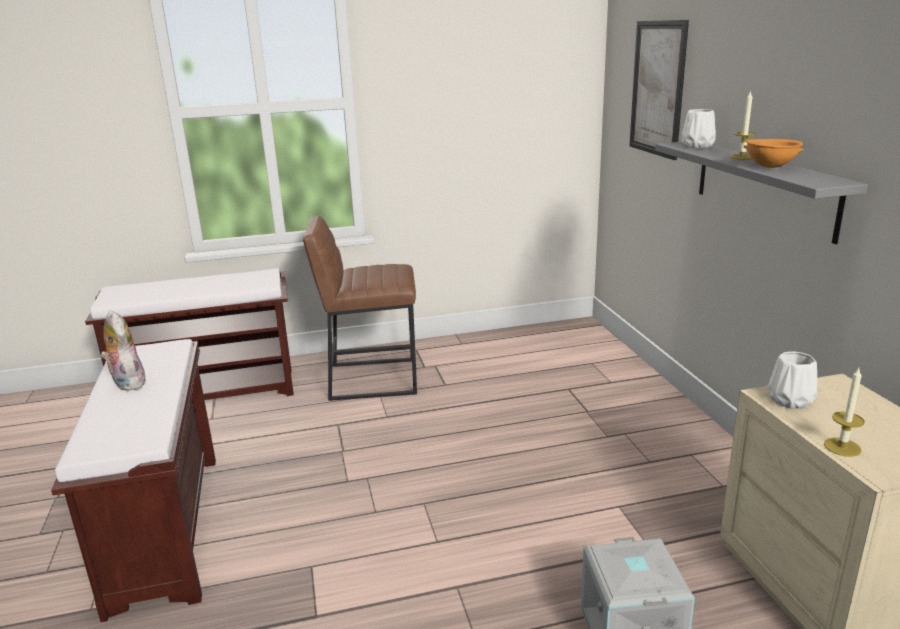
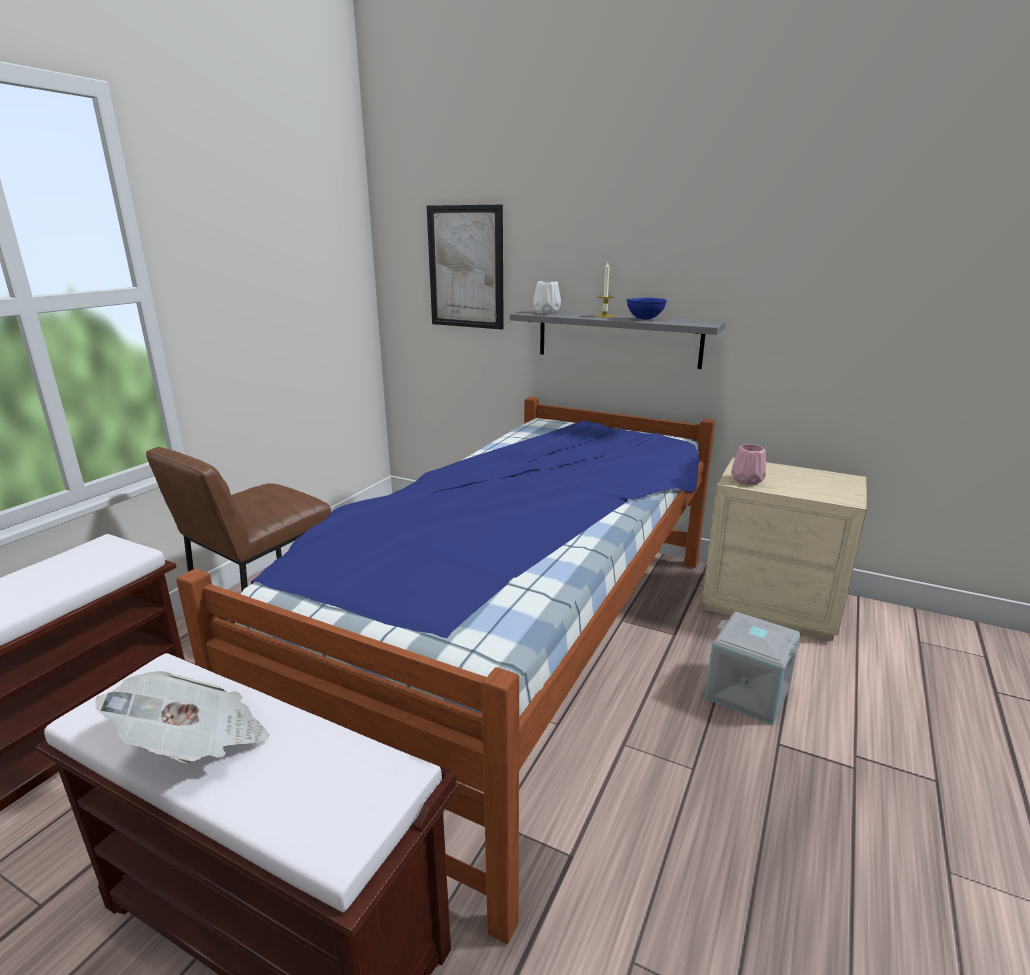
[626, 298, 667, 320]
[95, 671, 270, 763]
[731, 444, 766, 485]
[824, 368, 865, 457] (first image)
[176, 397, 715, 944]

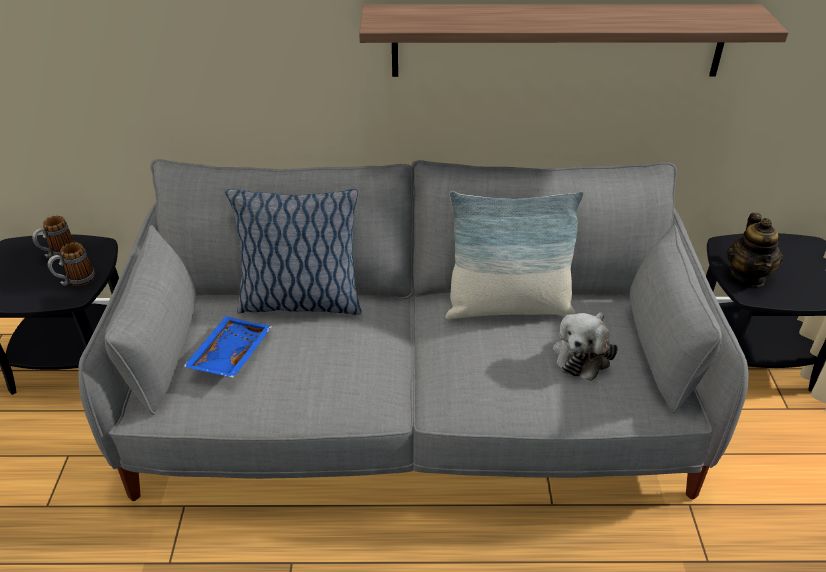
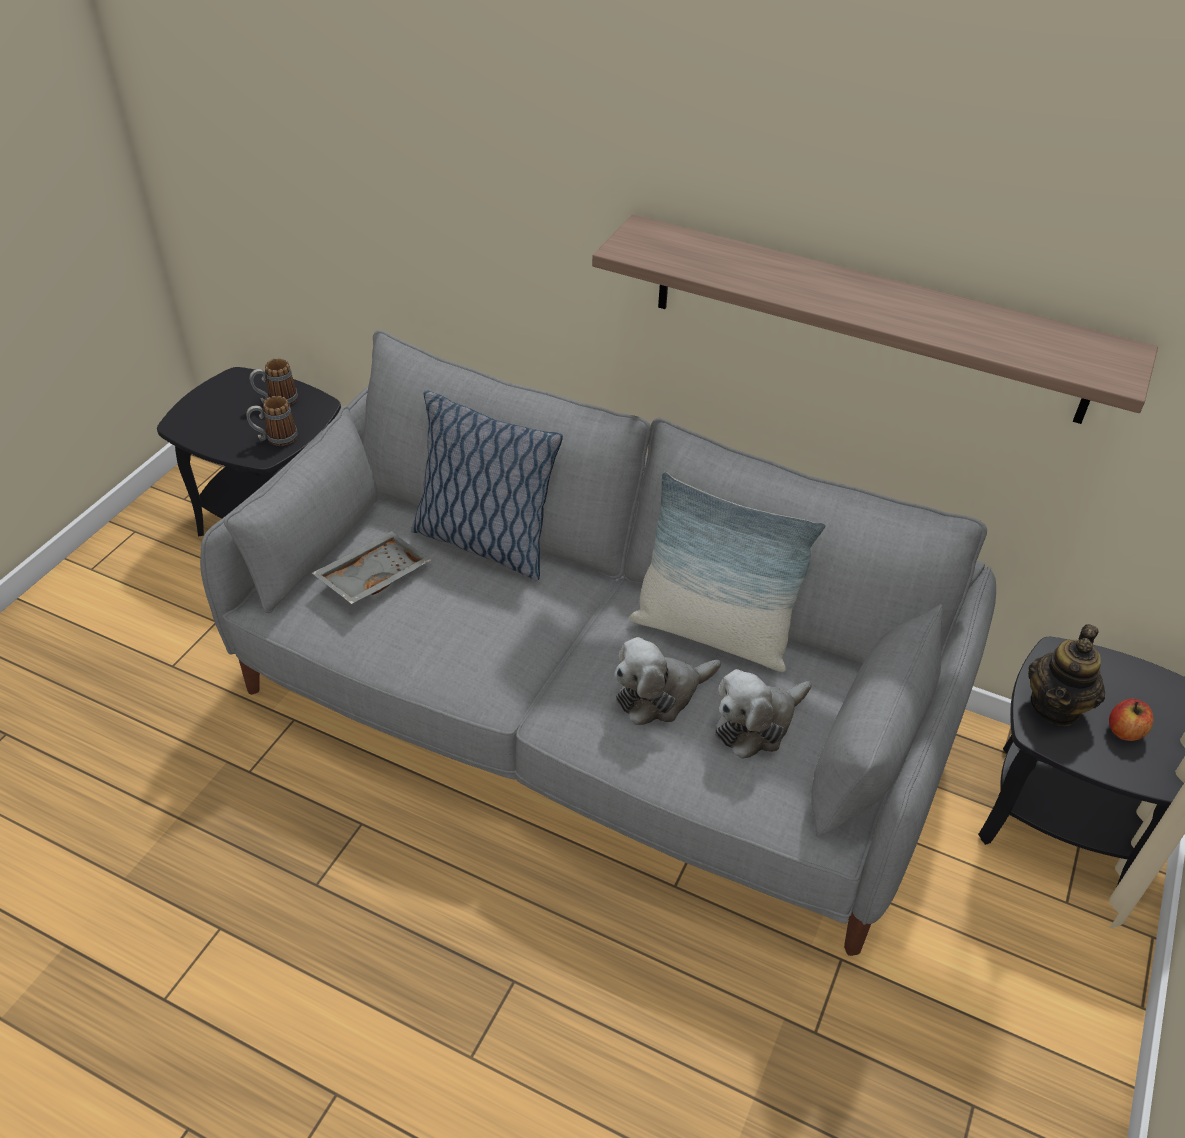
[312, 531, 431, 604]
[614, 637, 721, 725]
[1109, 699, 1153, 741]

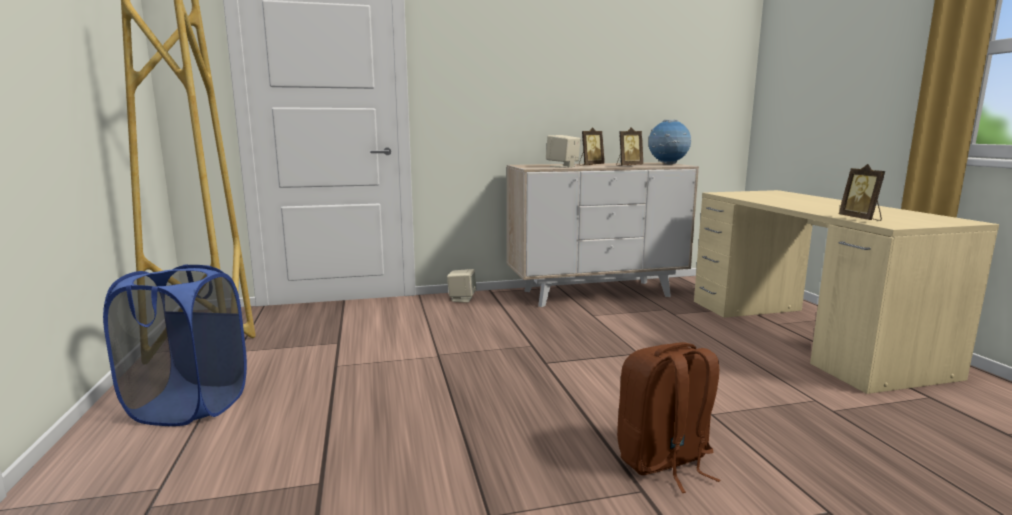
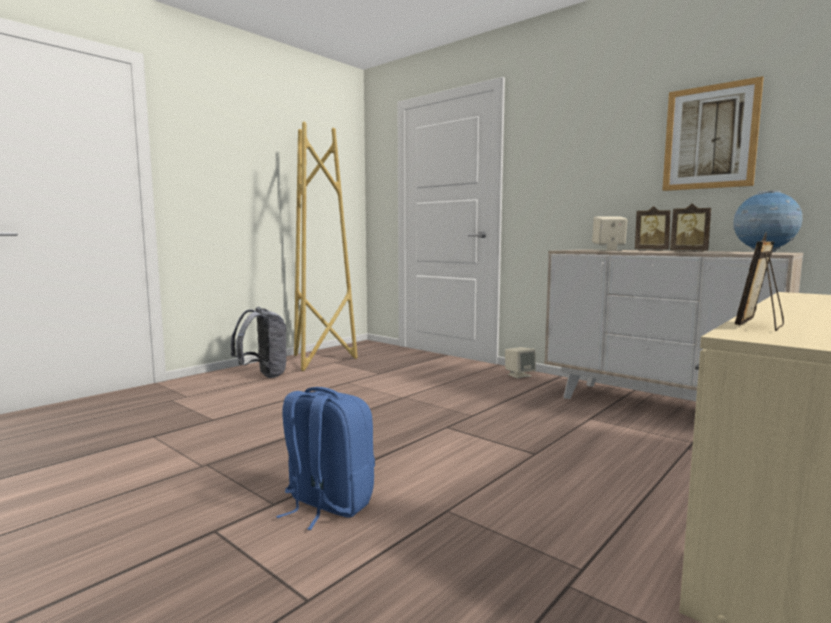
[231, 306, 287, 378]
[276, 387, 375, 530]
[662, 76, 764, 191]

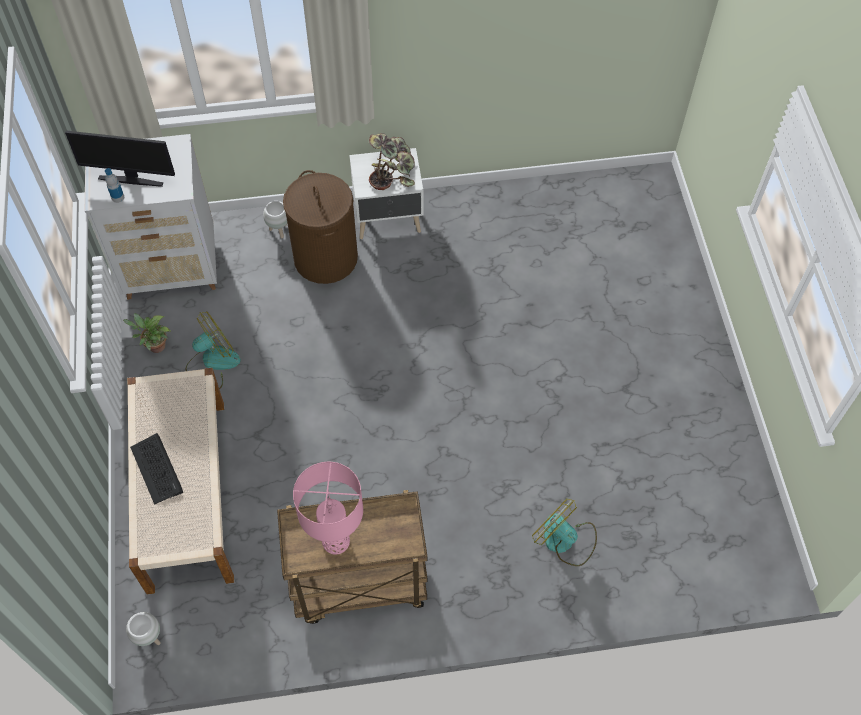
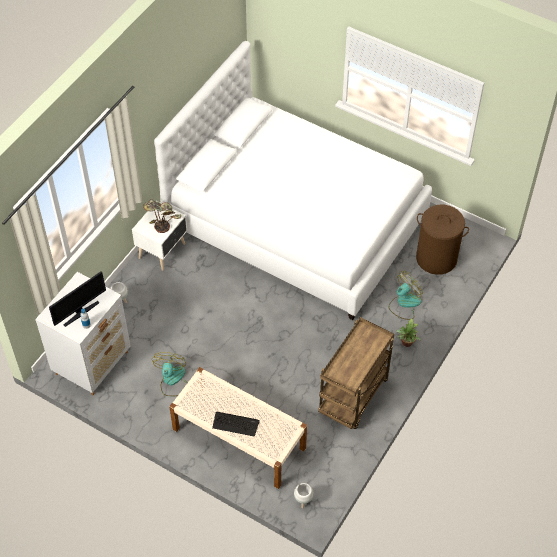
[416, 205, 469, 275]
[396, 319, 421, 347]
[293, 462, 363, 555] (first image)
[388, 271, 423, 320]
[154, 41, 432, 320]

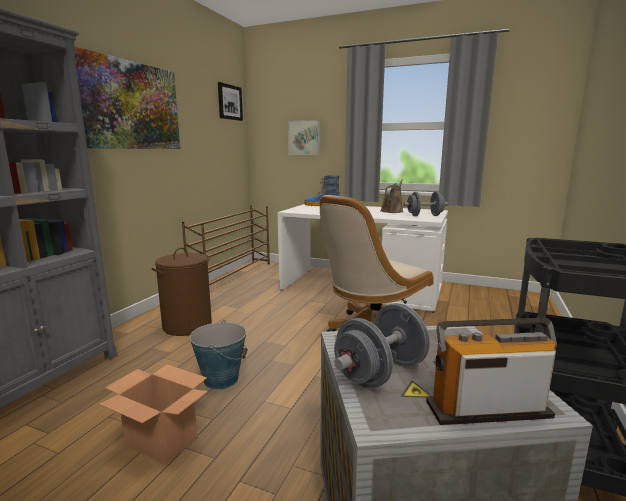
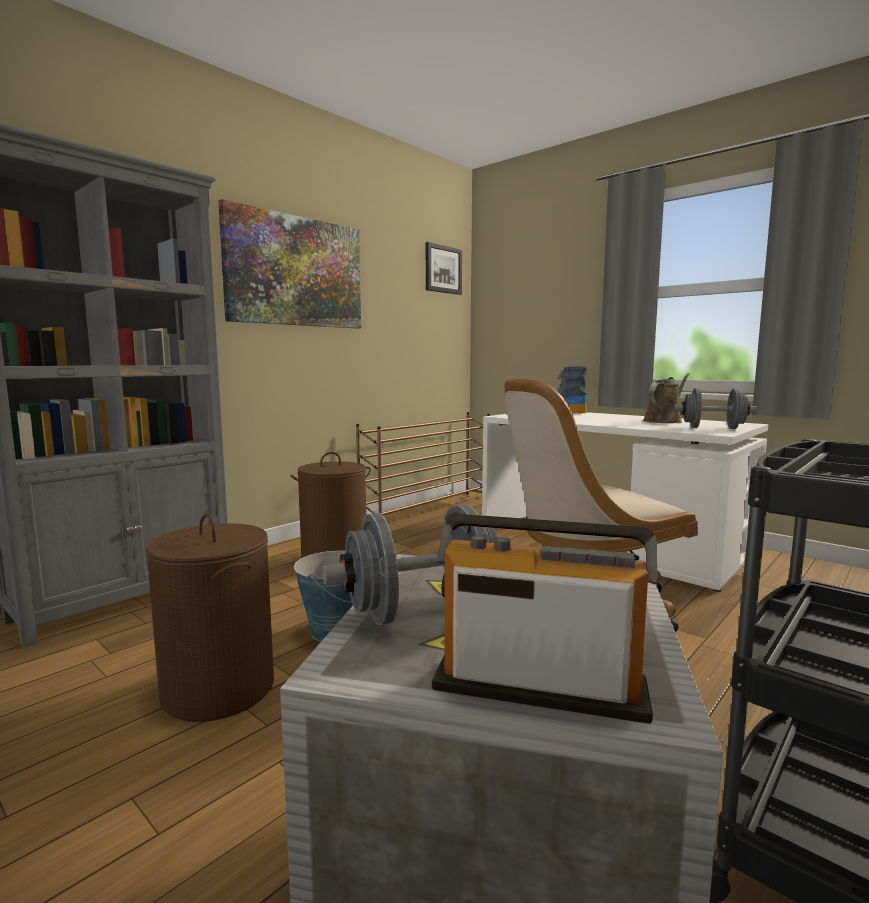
[288, 120, 320, 155] (first image)
[146, 513, 274, 722]

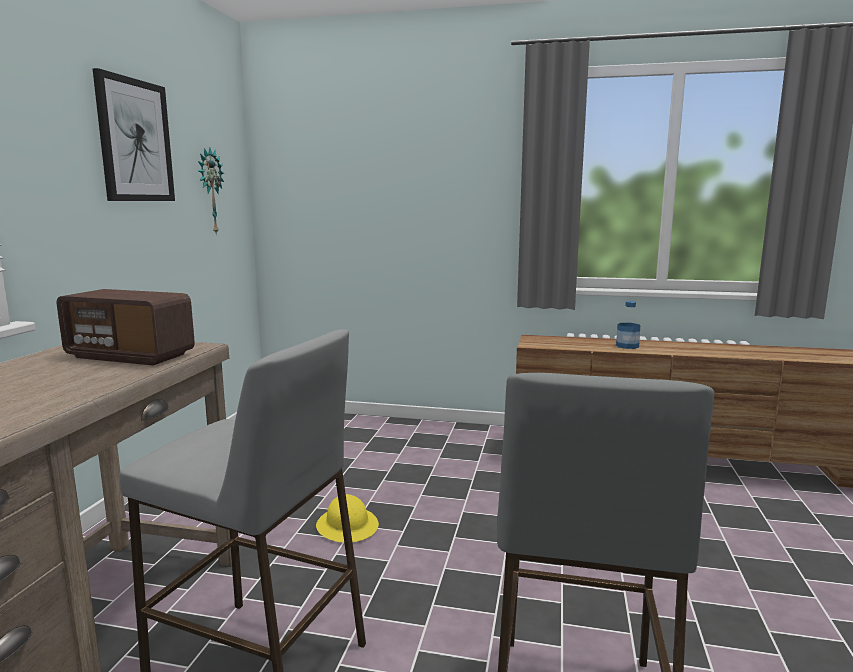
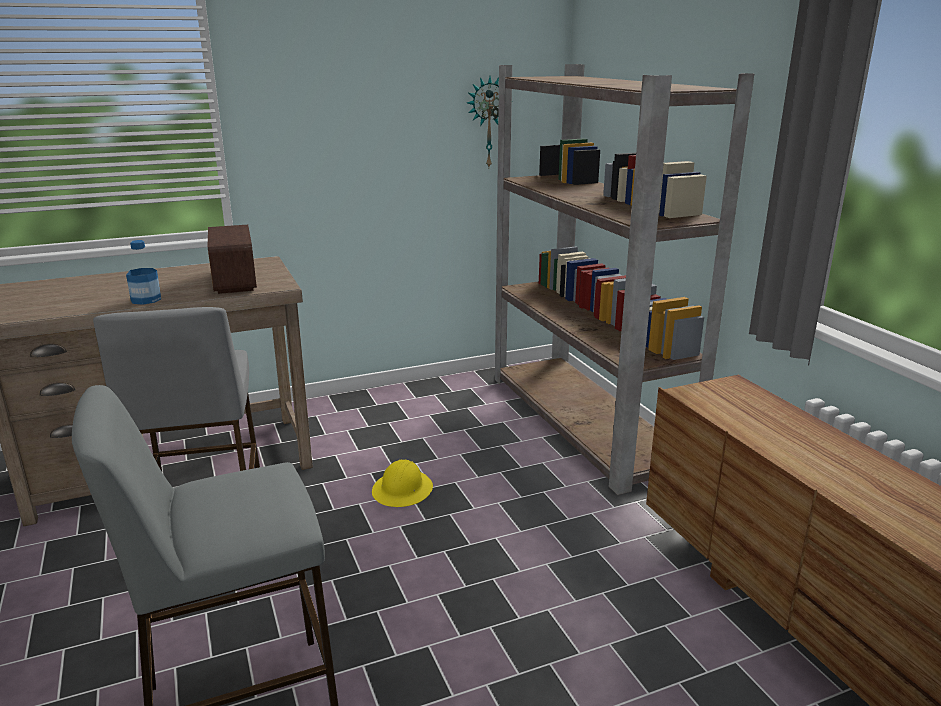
[93, 68, 175, 201] (first image)
[126, 240, 161, 305]
[495, 64, 754, 495]

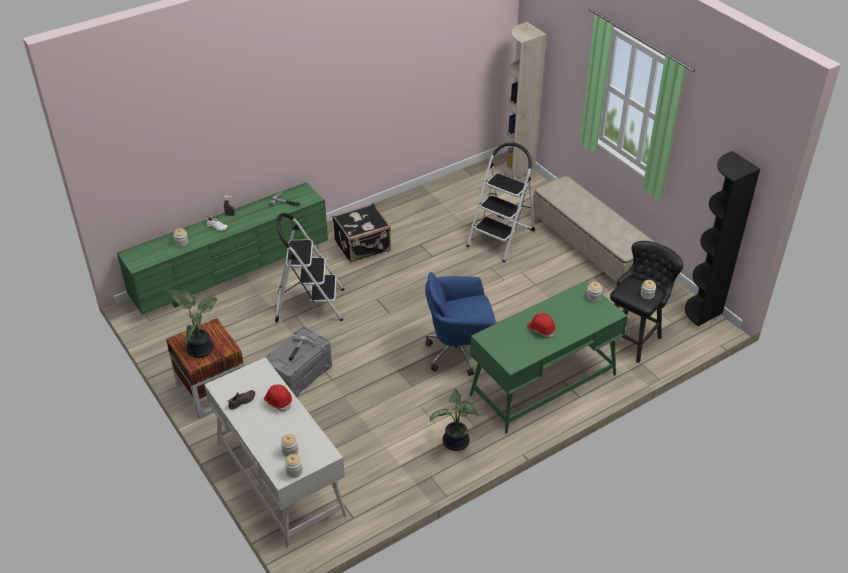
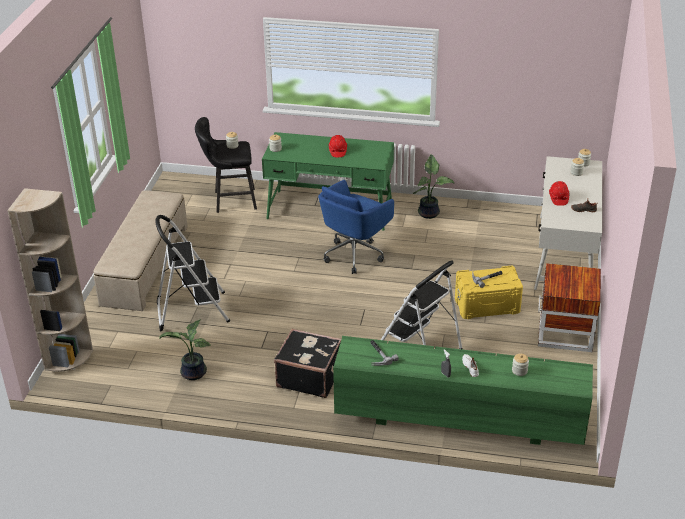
[685, 151, 760, 326] (first image)
[318, 180, 394, 274]
[159, 319, 211, 380]
[455, 266, 523, 319]

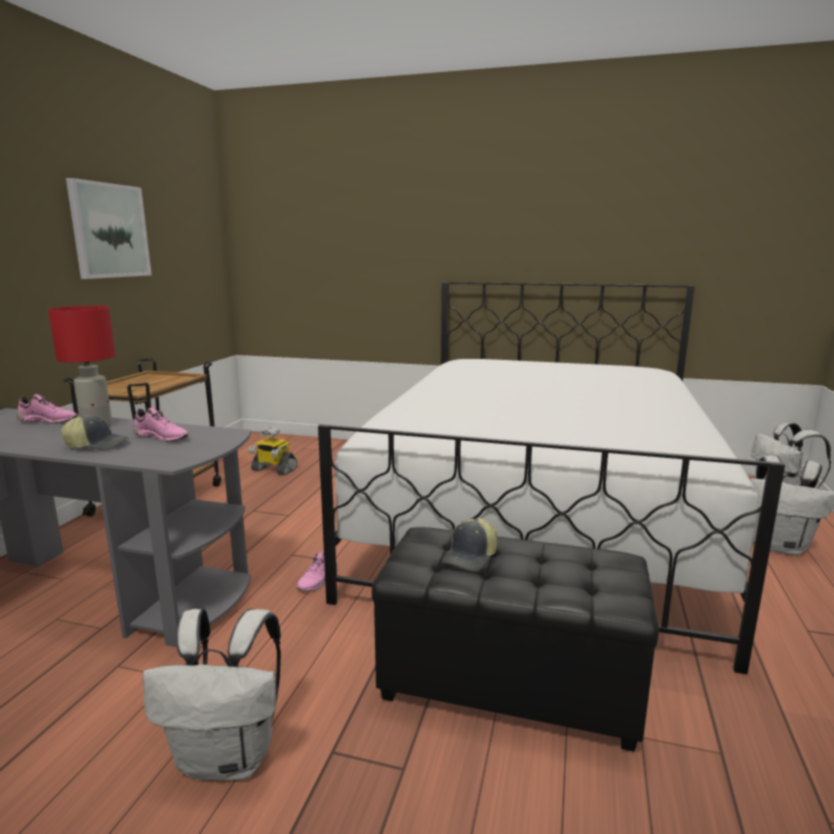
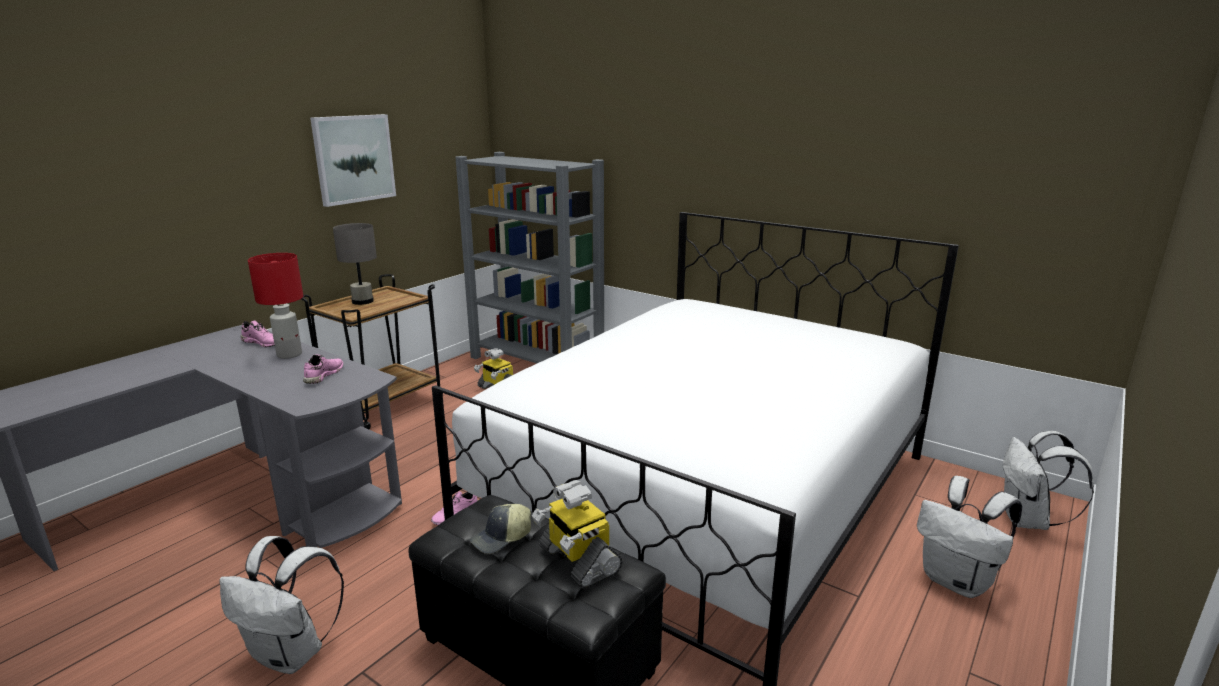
[303, 354, 343, 384]
[61, 415, 129, 450] (first image)
[455, 152, 604, 363]
[333, 223, 377, 305]
[532, 480, 622, 589]

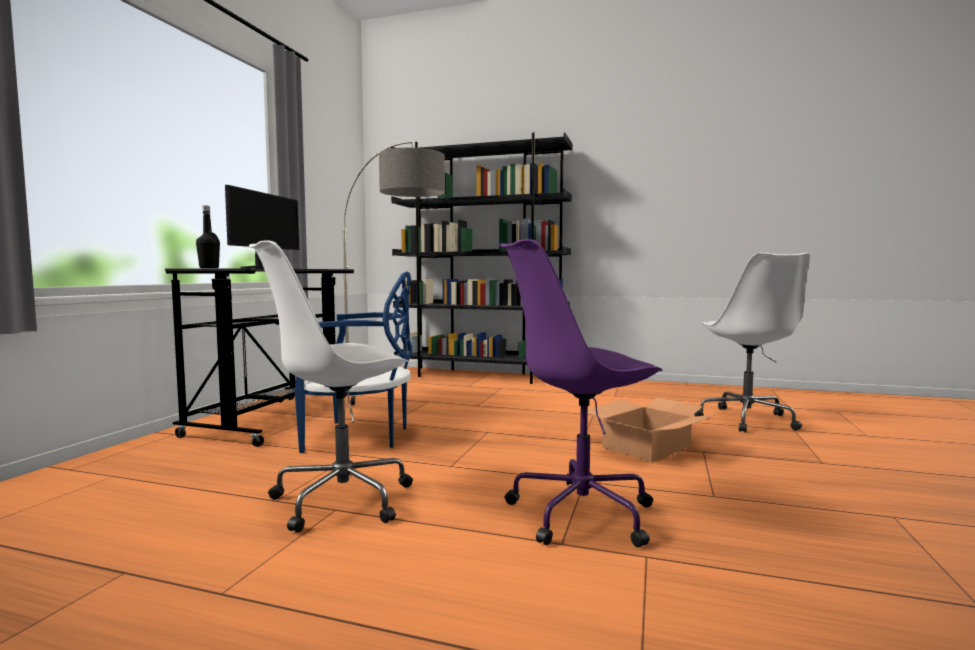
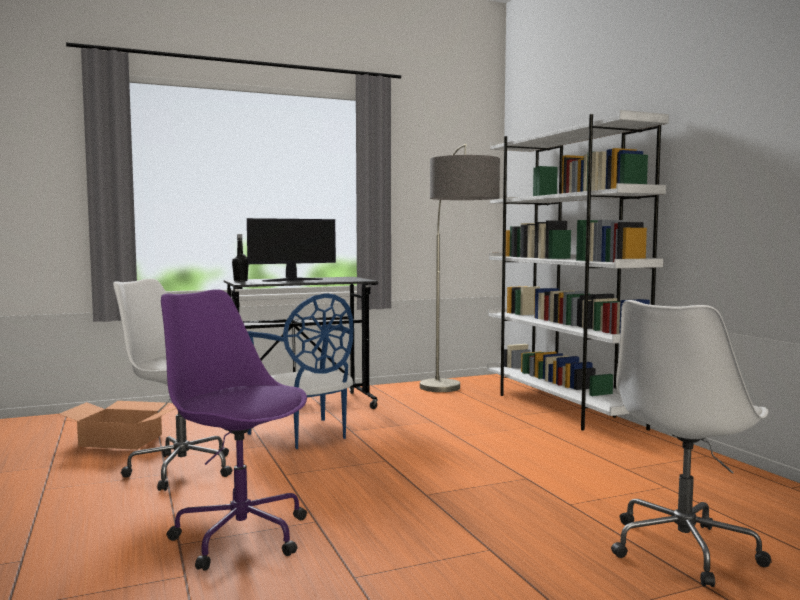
[488, 110, 669, 430]
[59, 401, 176, 450]

